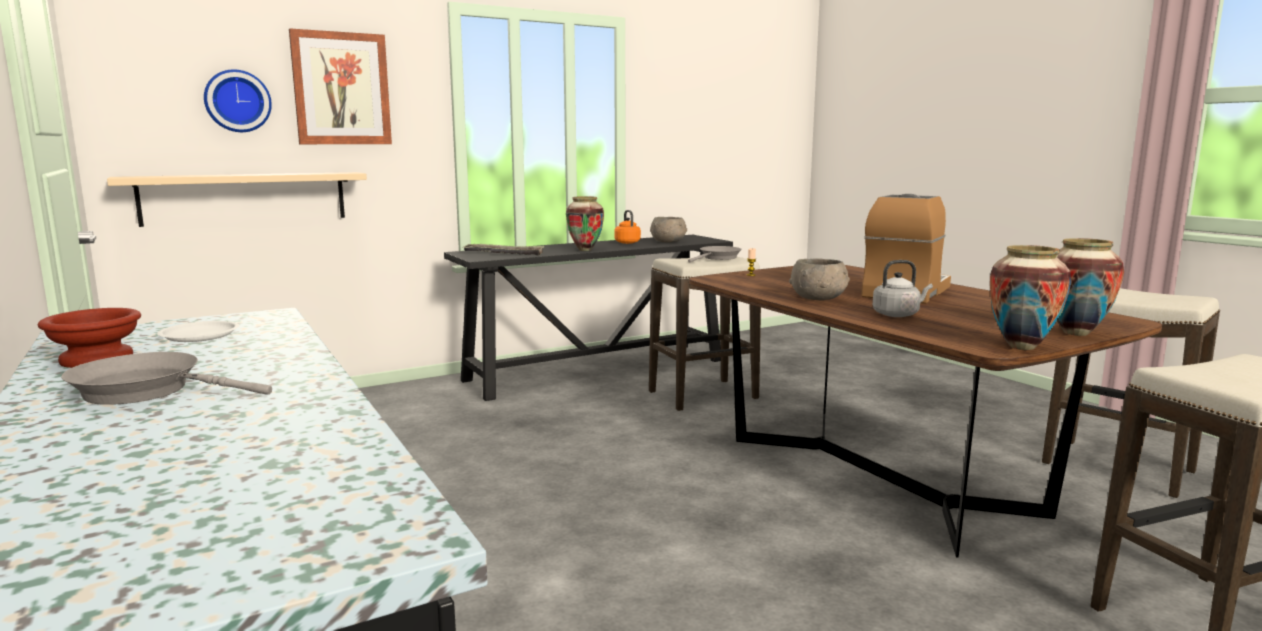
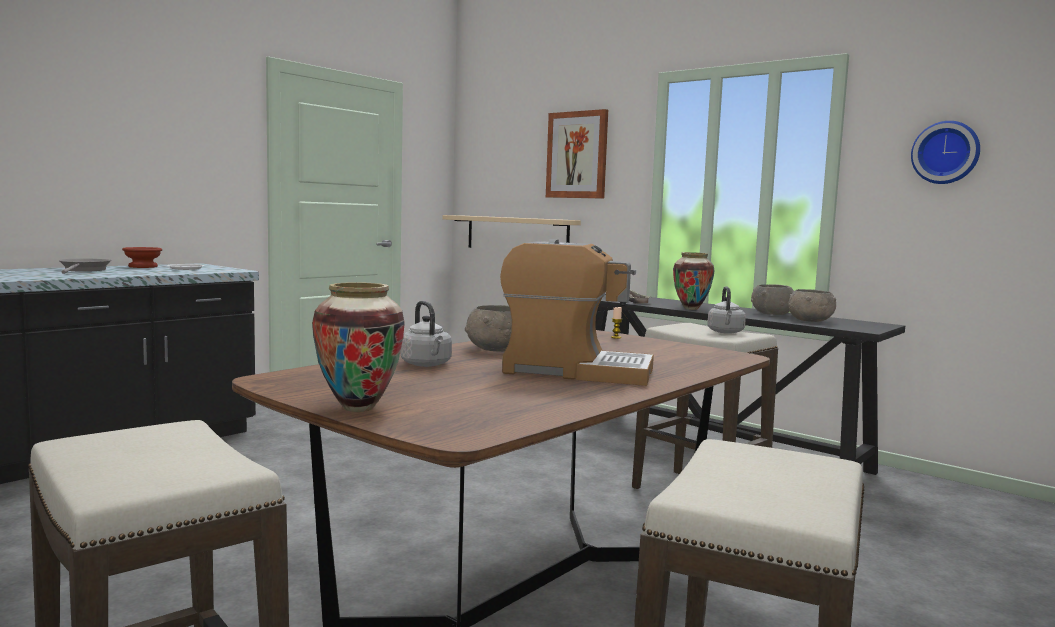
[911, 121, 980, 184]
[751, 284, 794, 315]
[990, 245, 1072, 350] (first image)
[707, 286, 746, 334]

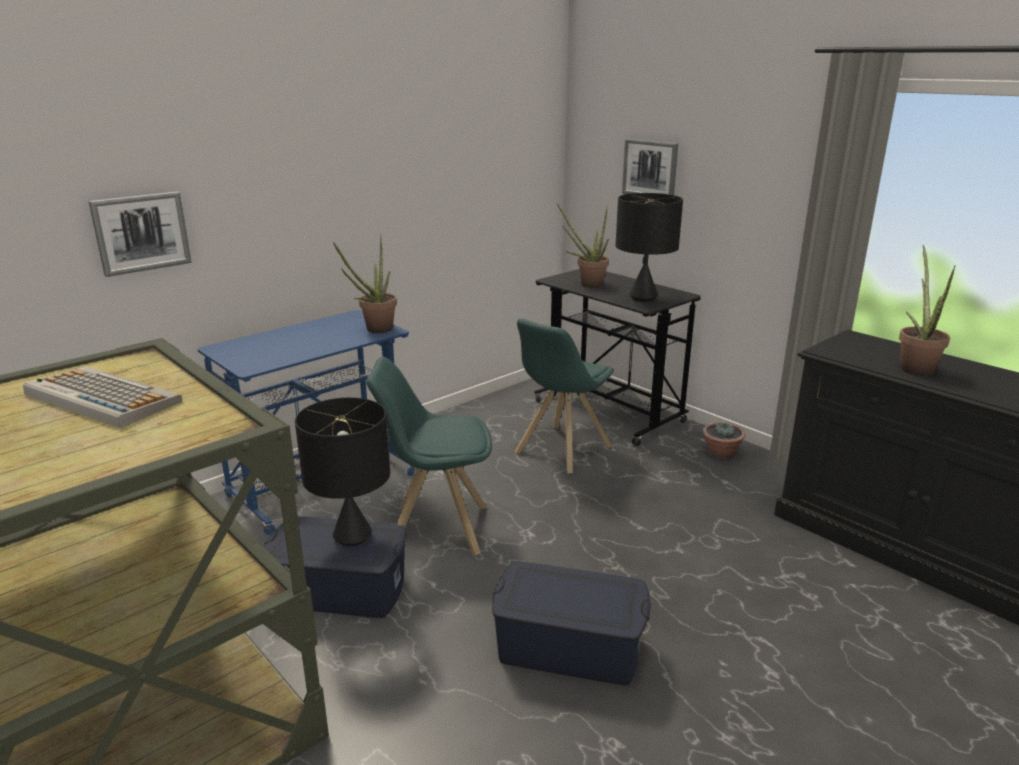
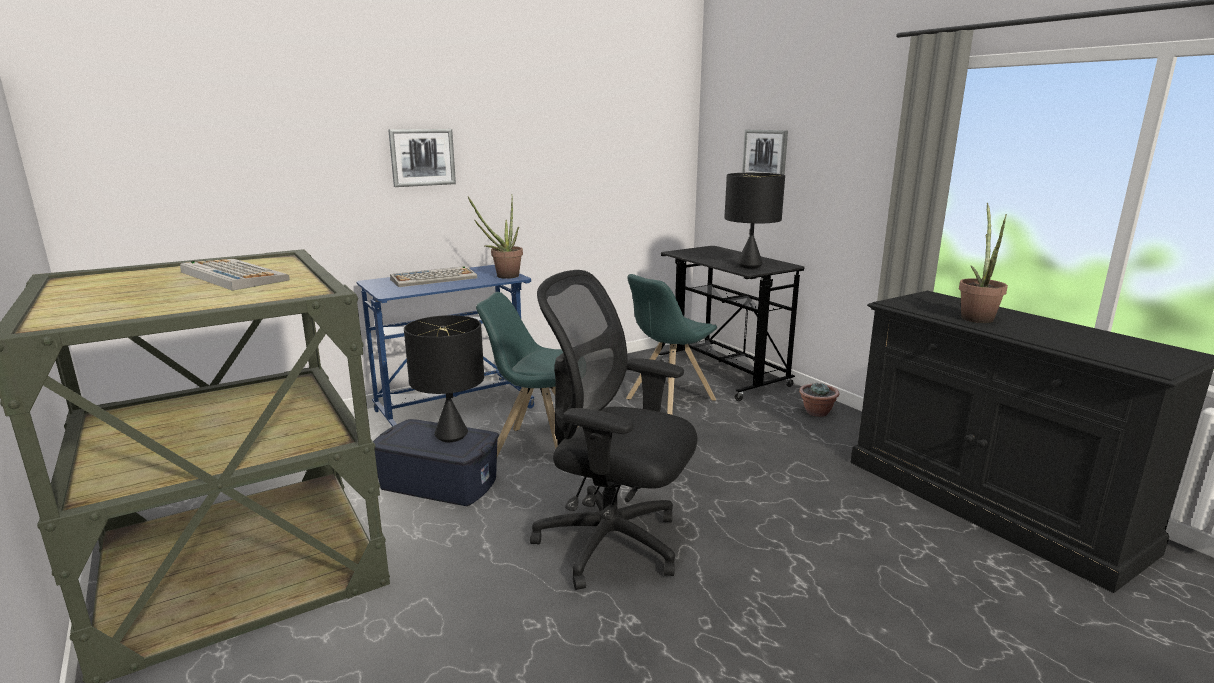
[388, 129, 456, 187]
[557, 203, 609, 288] (first image)
[530, 270, 697, 590]
[390, 266, 477, 287]

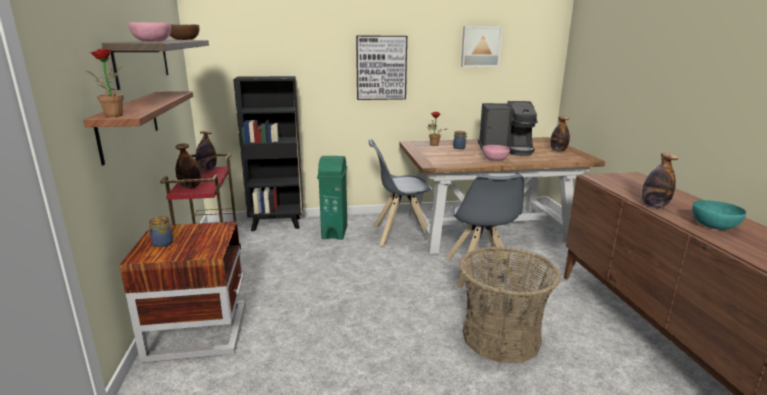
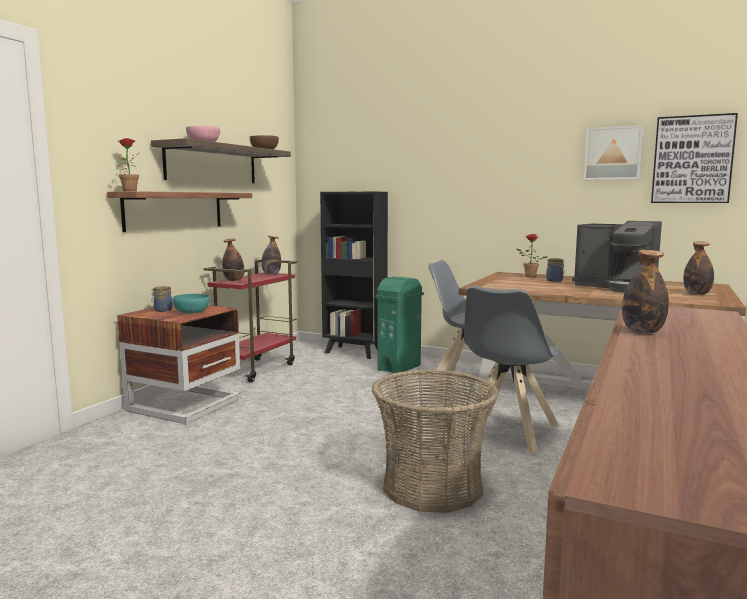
[651, 113, 738, 203]
[482, 145, 510, 161] (first image)
[172, 294, 210, 314]

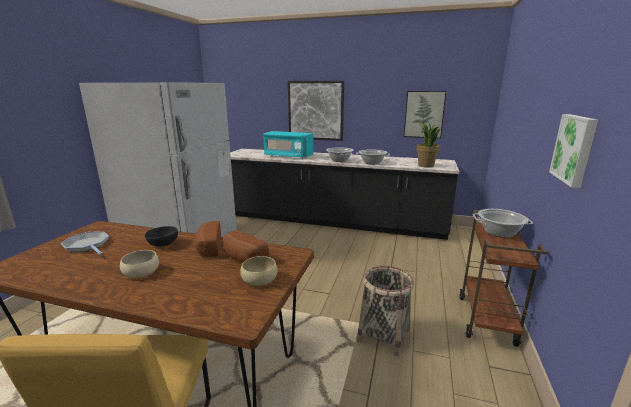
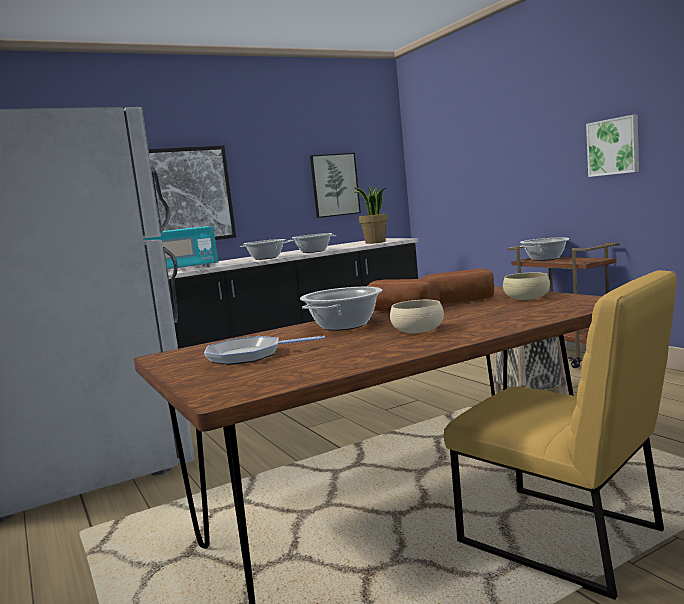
[300, 287, 382, 331]

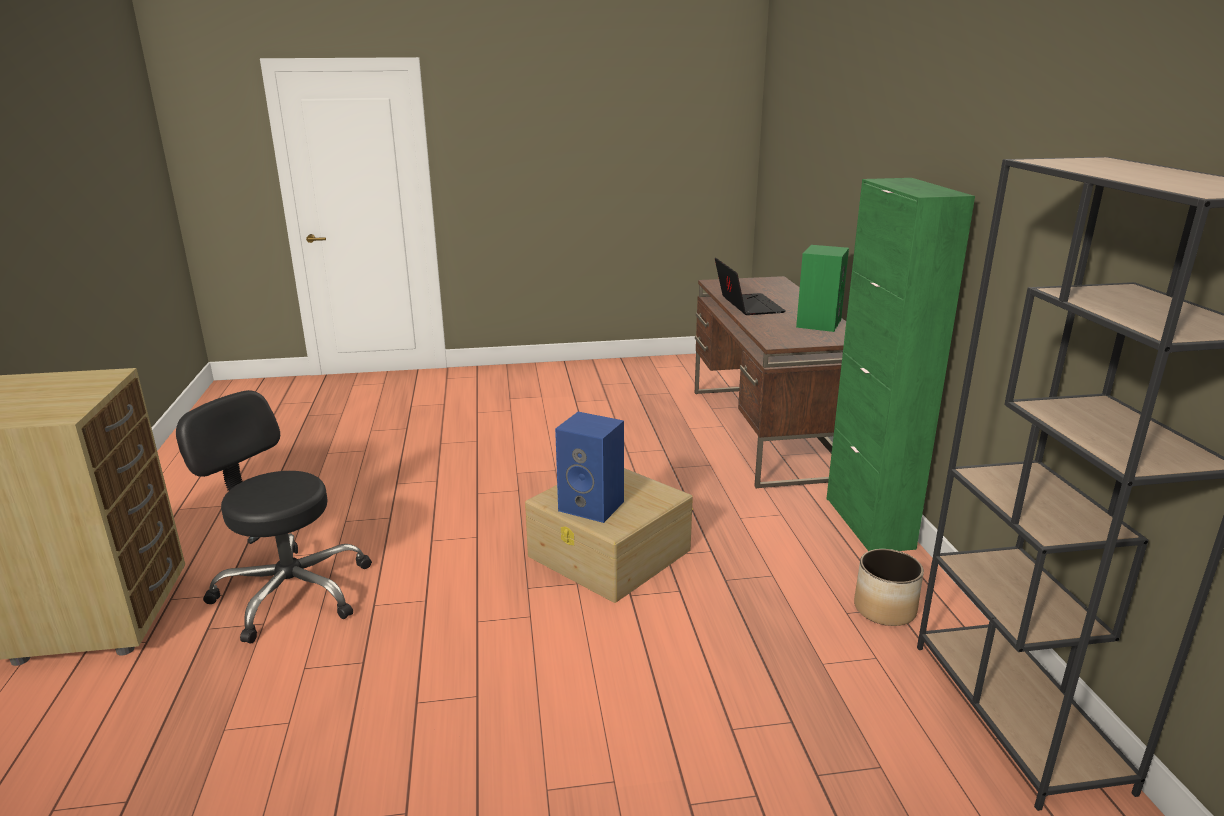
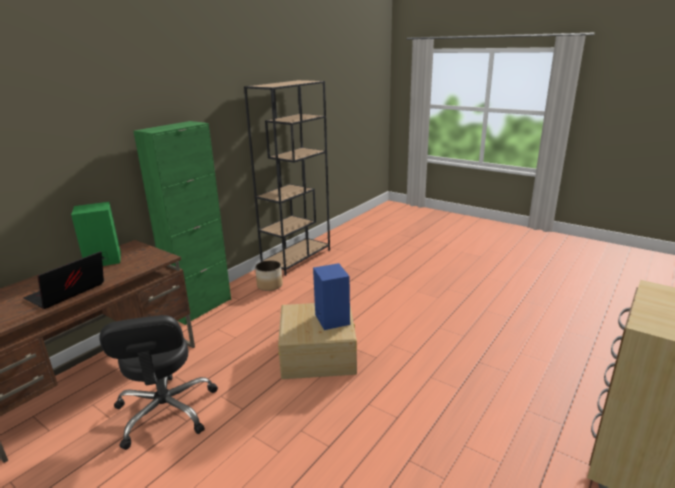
[99, 315, 218, 450]

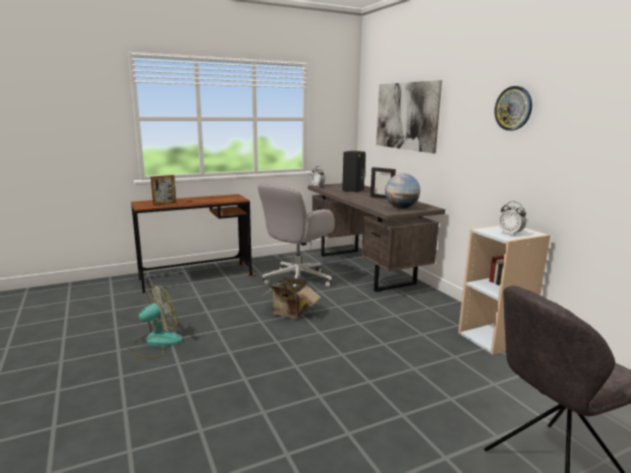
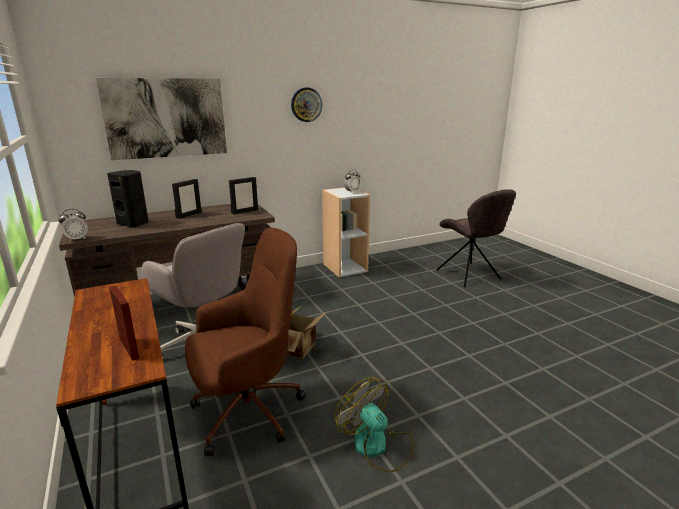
[229, 177, 258, 215]
[185, 228, 306, 457]

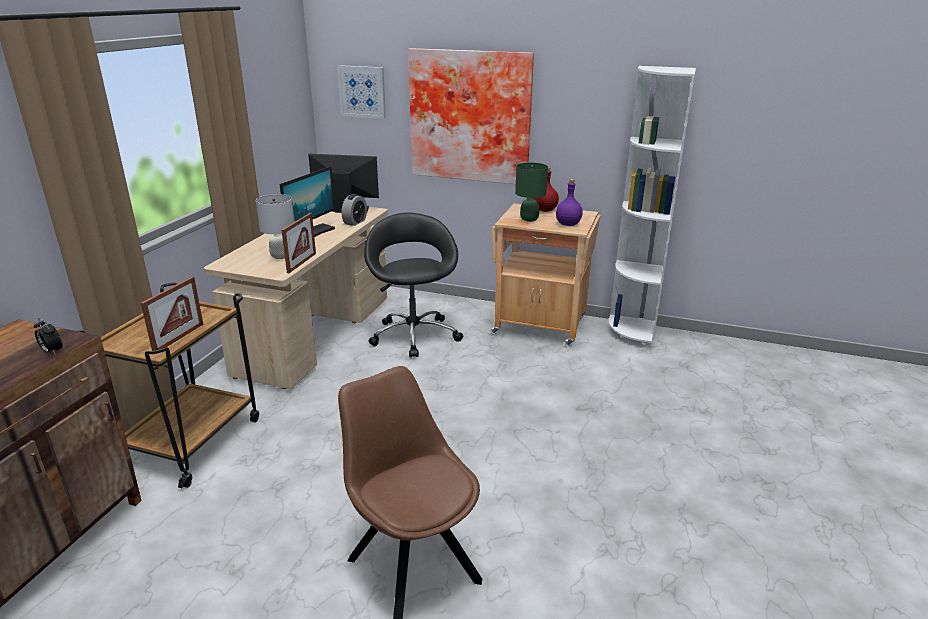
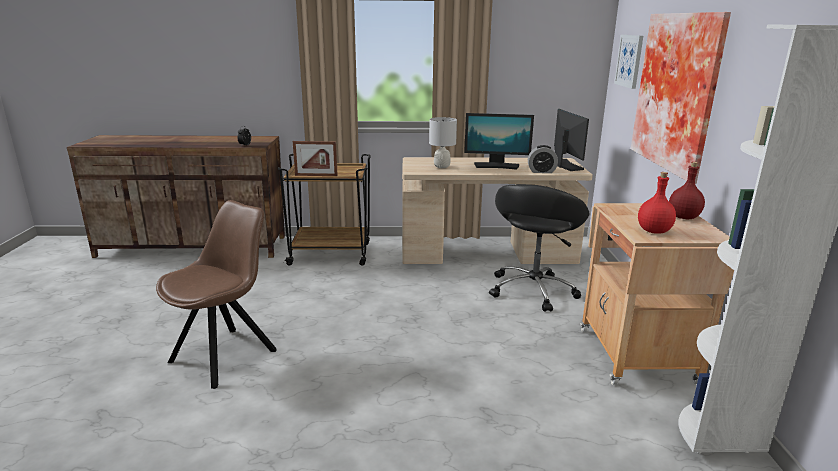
[515, 163, 548, 222] (first image)
[638, 172, 676, 234]
[489, 184, 590, 311]
[282, 213, 316, 273] (first image)

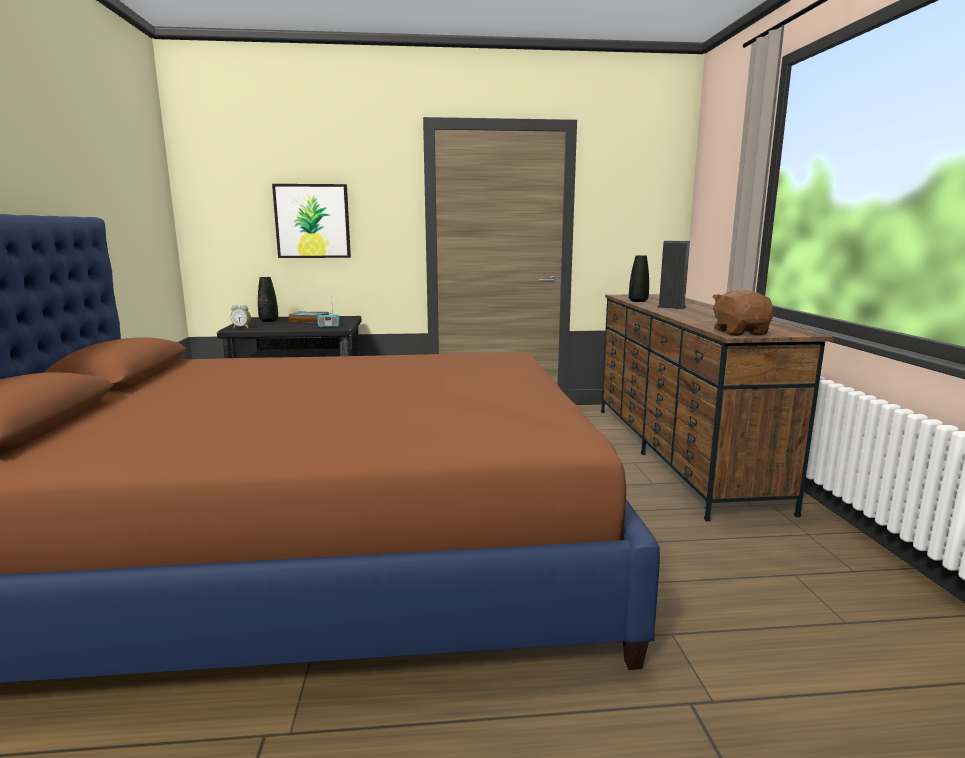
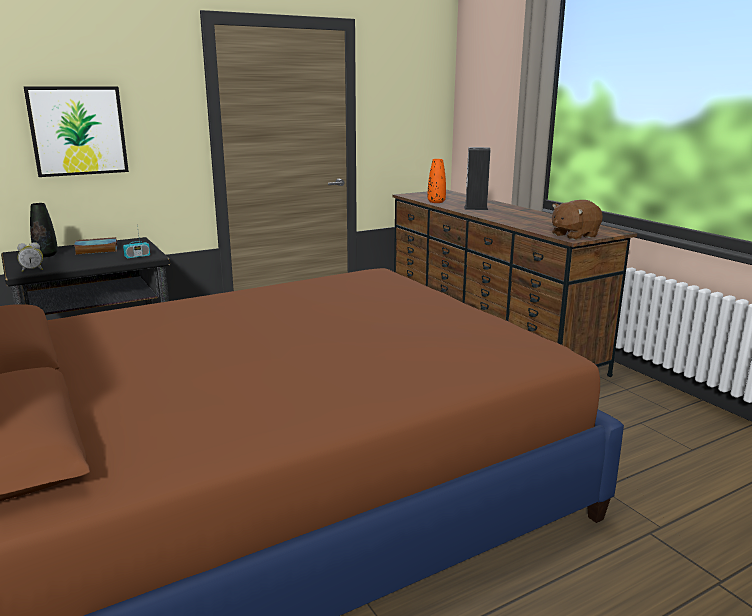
[427, 159, 446, 203]
[552, 200, 603, 240]

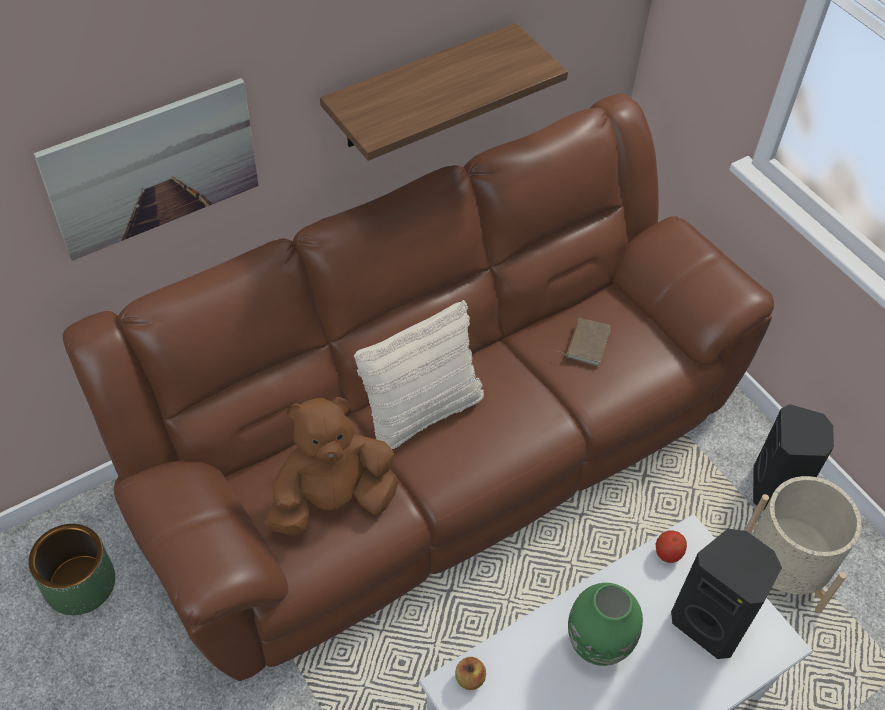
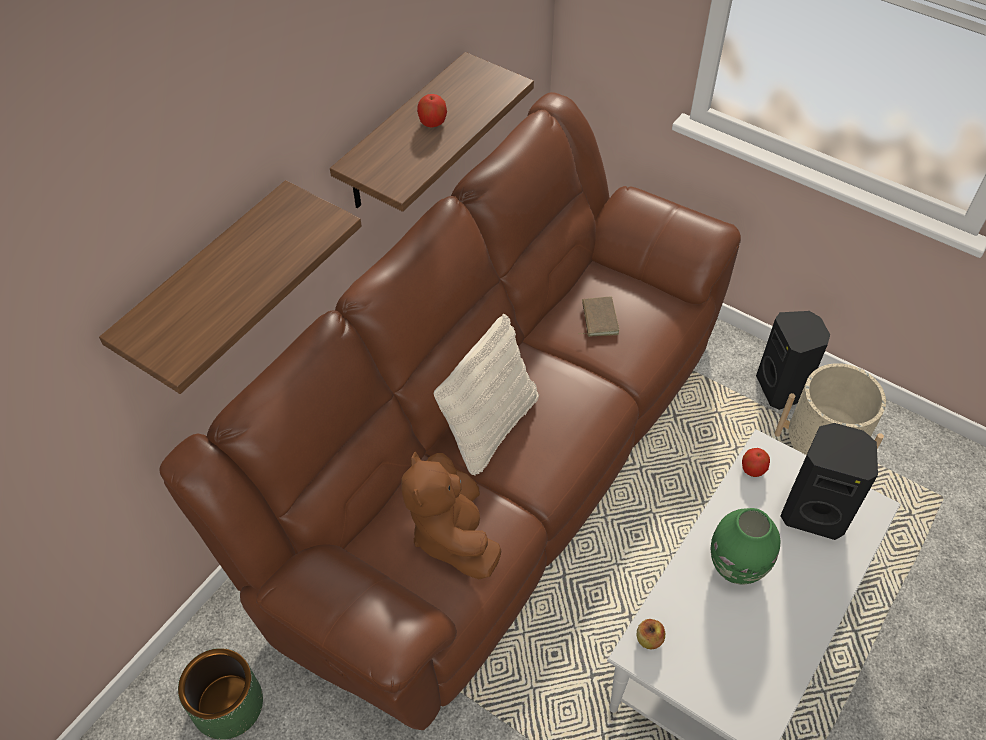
[99, 180, 362, 394]
[401, 452, 501, 579]
[417, 94, 447, 127]

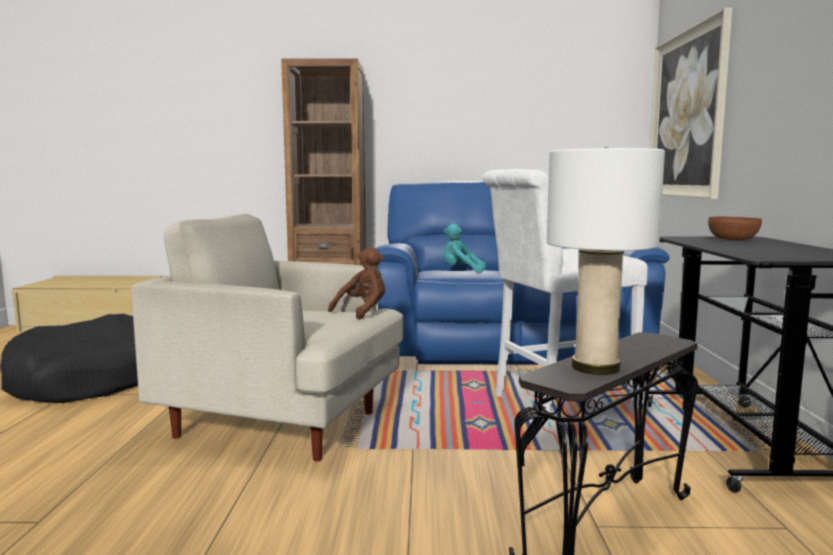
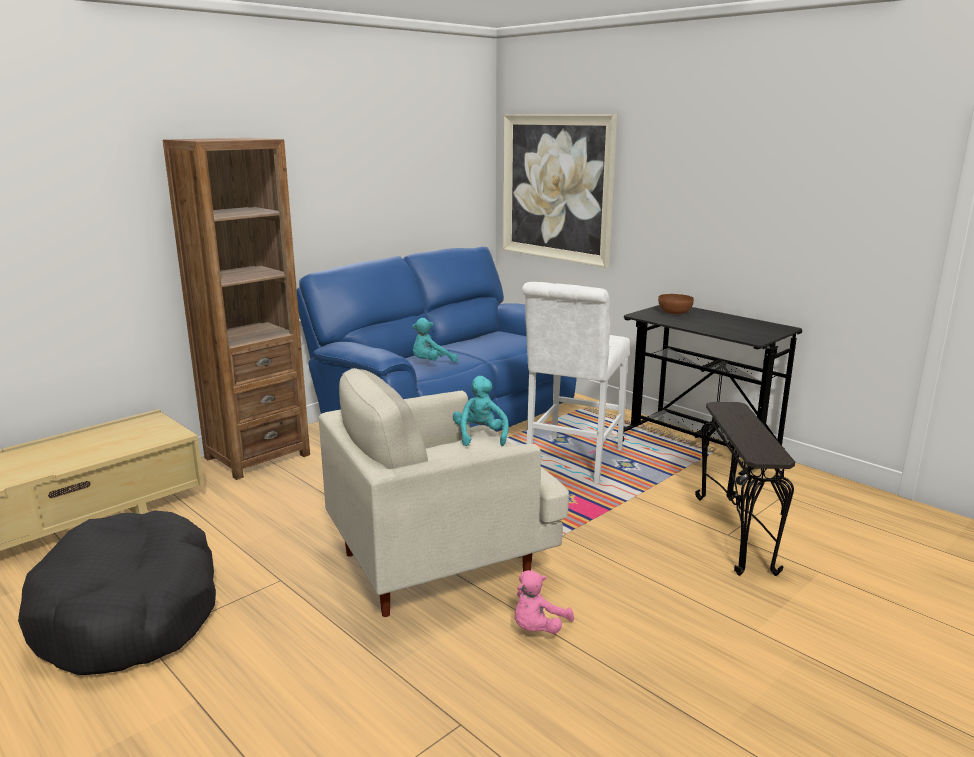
[547, 147, 665, 375] (first image)
[453, 376, 509, 446]
[515, 570, 574, 634]

